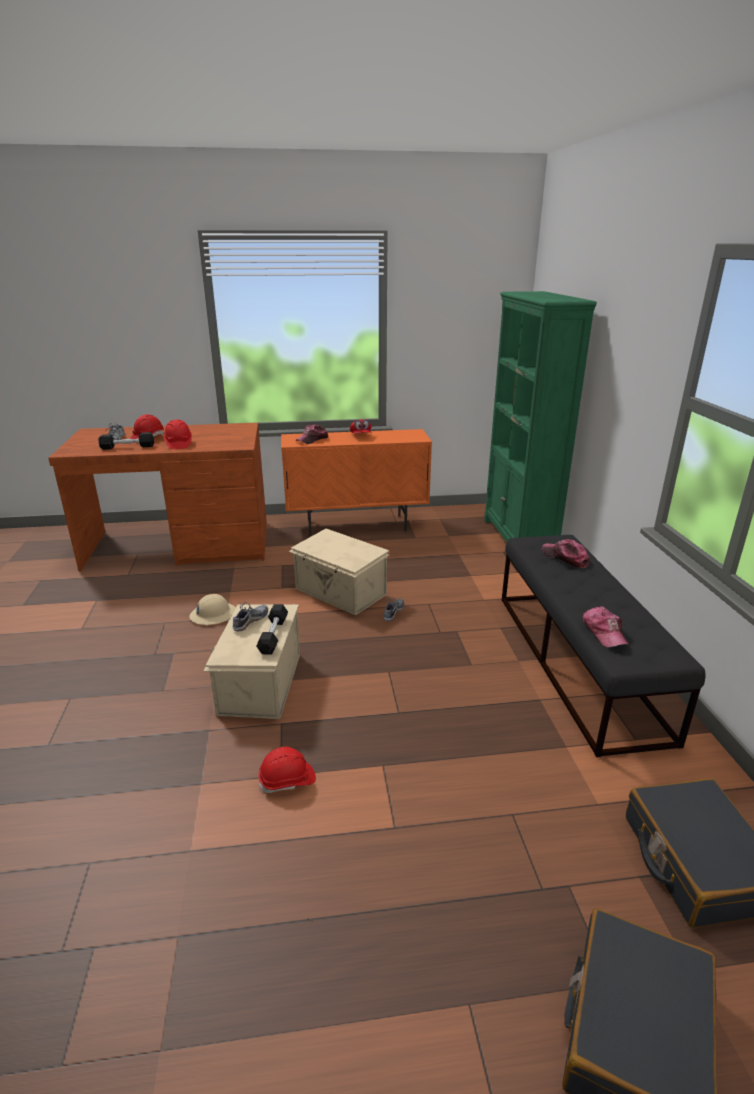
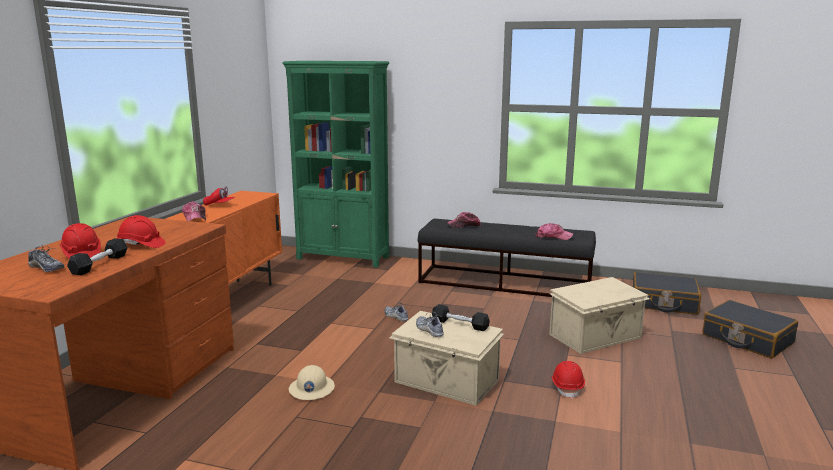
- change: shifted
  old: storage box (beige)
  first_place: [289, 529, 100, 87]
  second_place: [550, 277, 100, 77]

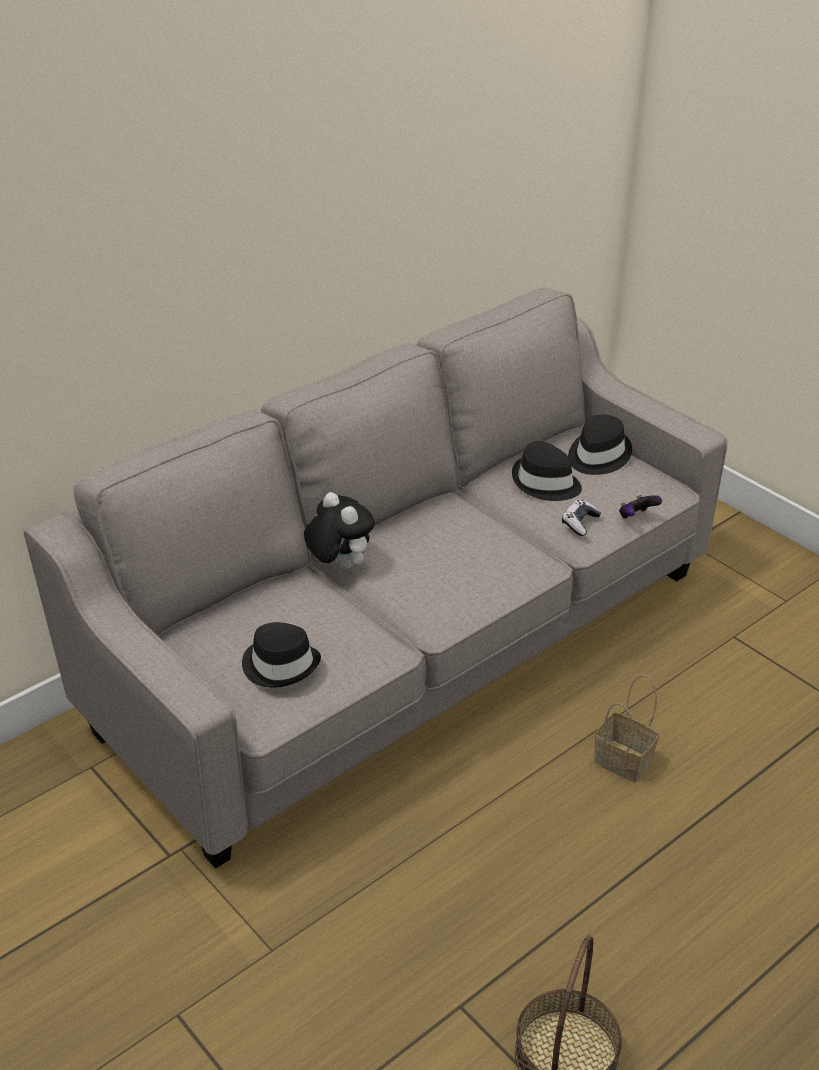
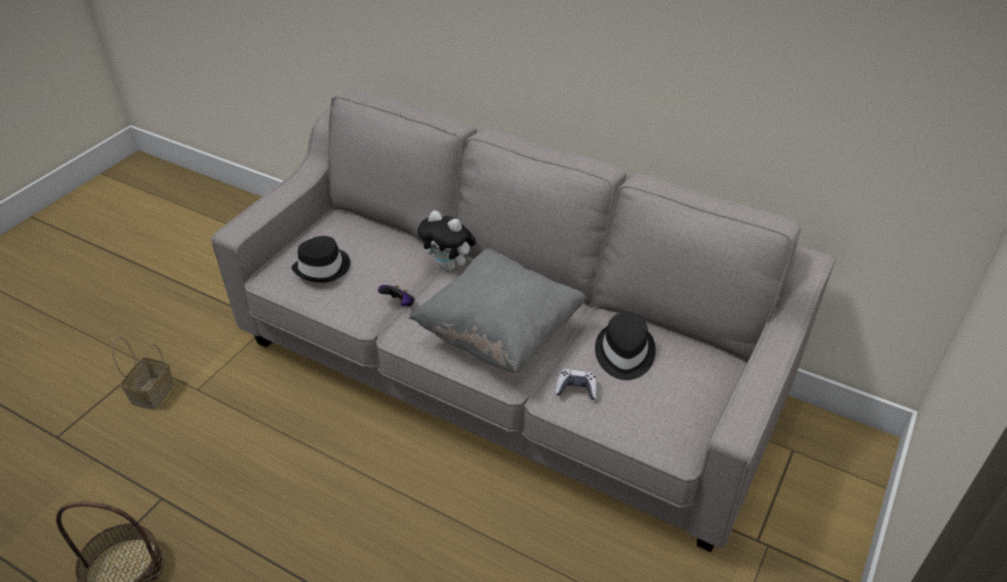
- change: gone
  old: hat (black)
  first_place: [568, 414, 64, 61]
- change: rotated
  old: plush toy
  first_place: [304, 492, 71, 78]
  second_place: [417, 210, 59, 61]
  degrees: 90
- change: shifted
  old: game controller
  first_place: [619, 495, 43, 23]
  second_place: [378, 285, 37, 21]
- change: shifted
  old: basket
  first_place: [594, 675, 65, 107]
  second_place: [112, 336, 62, 74]
- change: new
  new: pillow (grey)
  second_place: [409, 248, 178, 126]

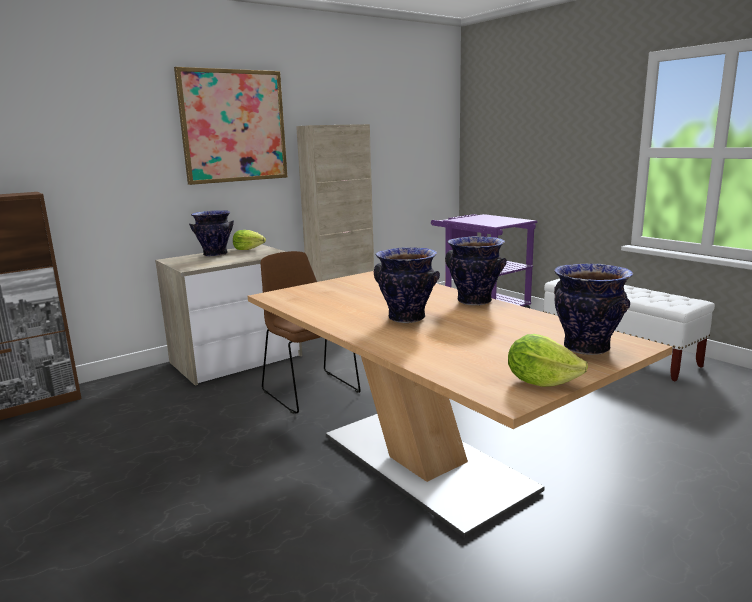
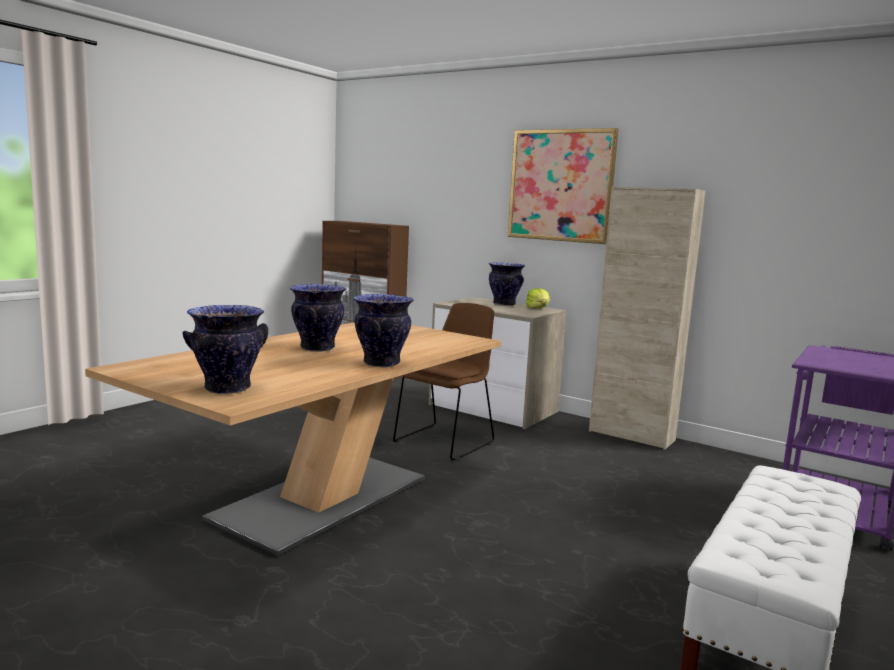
- change: gone
  old: lettuce
  first_place: [508, 334, 80, 53]

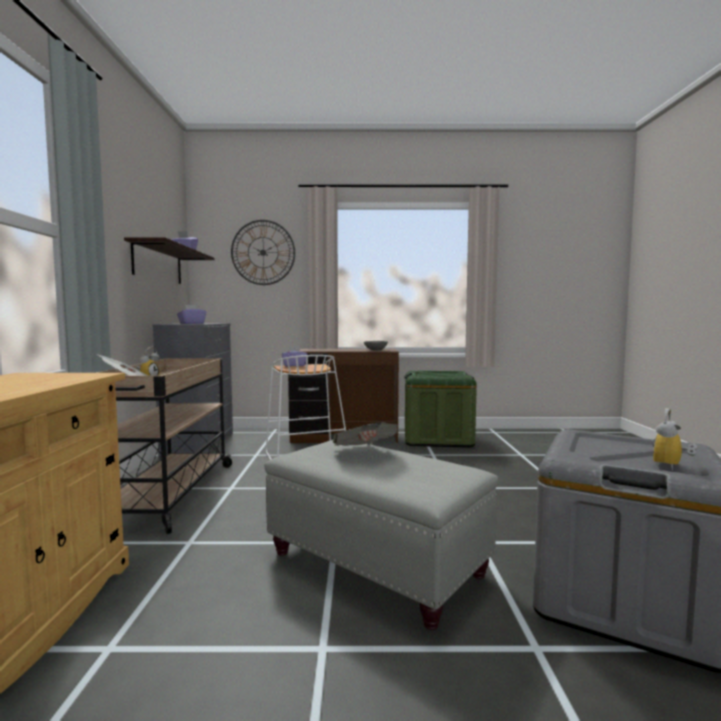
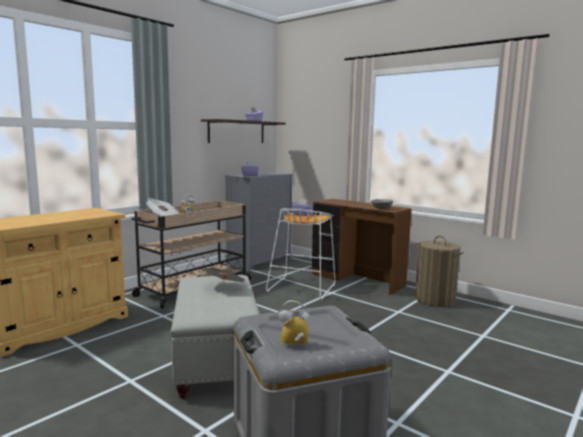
- change: gone
  old: wall clock
  first_place: [231, 220, 64, 65]
- change: swapped
  old: storage box (green)
  new: laundry basket
  first_place: [404, 371, 73, 77]
  second_place: [415, 236, 49, 71]

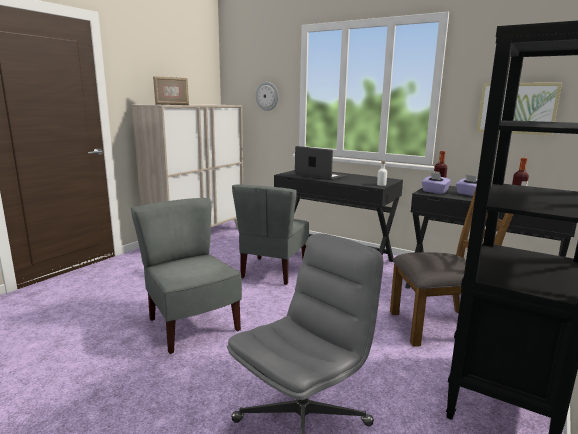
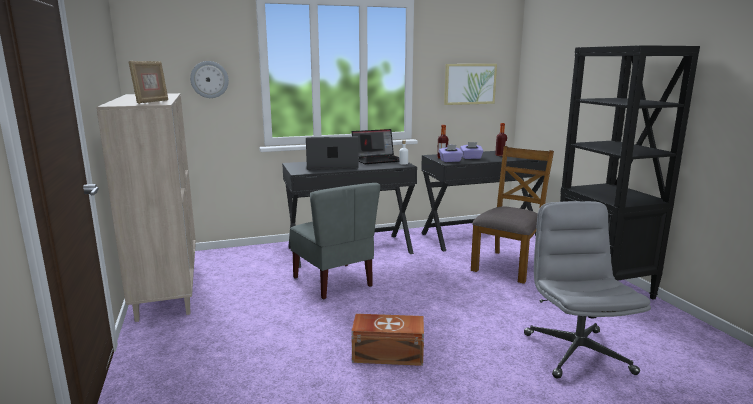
- change: swapped
  old: chair (grey)
  new: storage box (brown)
  first_place: [131, 198, 111, 156]
  second_place: [351, 314, 73, 52]
- change: new
  new: laptop
  second_place: [352, 129, 47, 35]

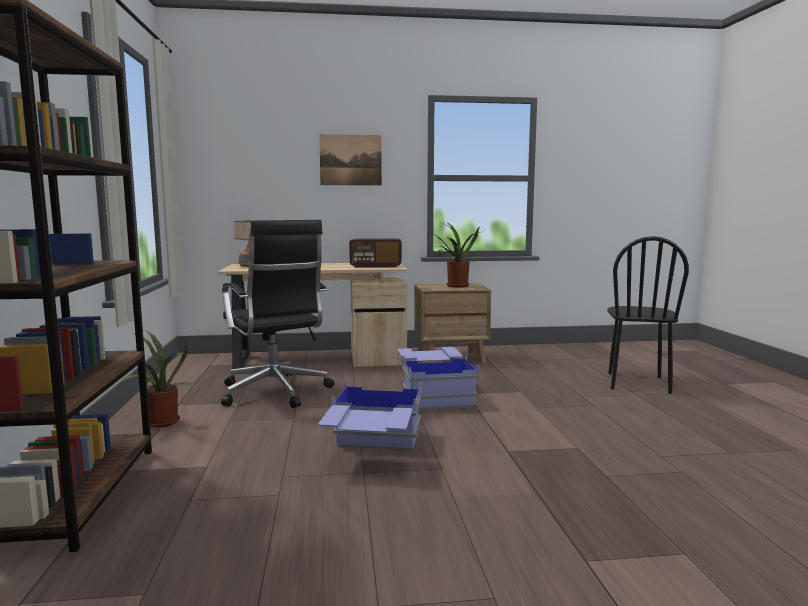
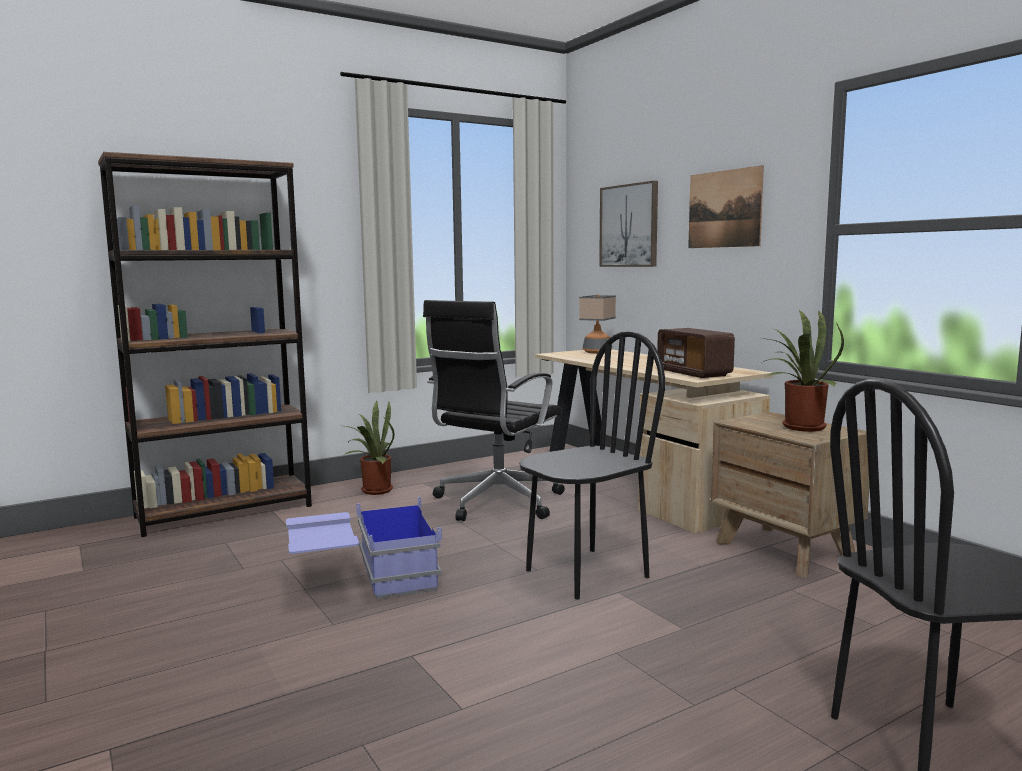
- change: swapped
  old: storage box (blue)
  new: chair (black)
  first_place: [398, 347, 82, 63]
  second_place: [519, 331, 146, 269]
- change: new
  new: picture
  second_place: [599, 181, 59, 86]

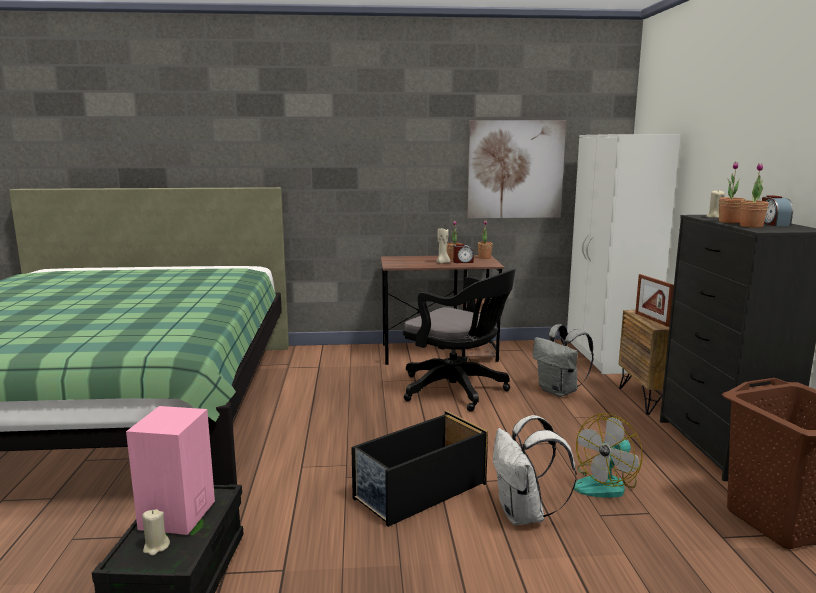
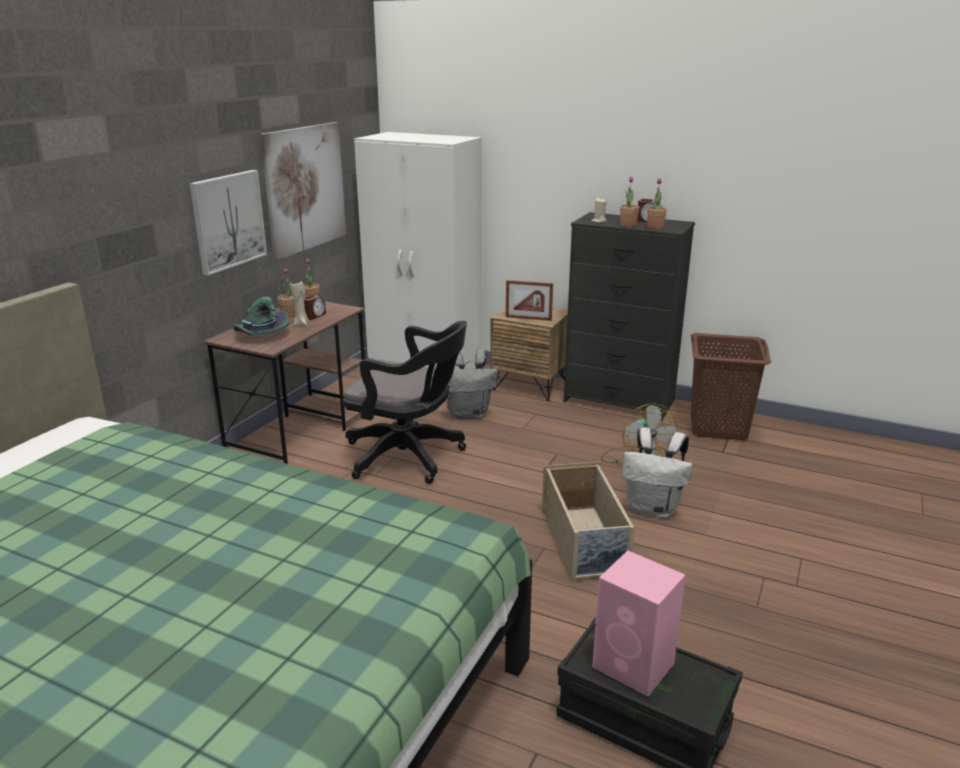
- change: rotated
  old: office chair (black)
  first_place: [403, 269, 113, 143]
  second_place: [343, 321, 124, 163]
  degrees: 45
- change: repainted
  old: storage box (black)
  new: storage box (beige)
  first_place: [351, 411, 137, 116]
  second_place: [542, 462, 92, 119]
- change: gone
  old: candle (beige)
  first_place: [142, 509, 28, 47]
- change: new
  new: picture
  second_place: [190, 170, 77, 106]
- change: new
  new: hat (green)
  second_place: [233, 297, 56, 39]

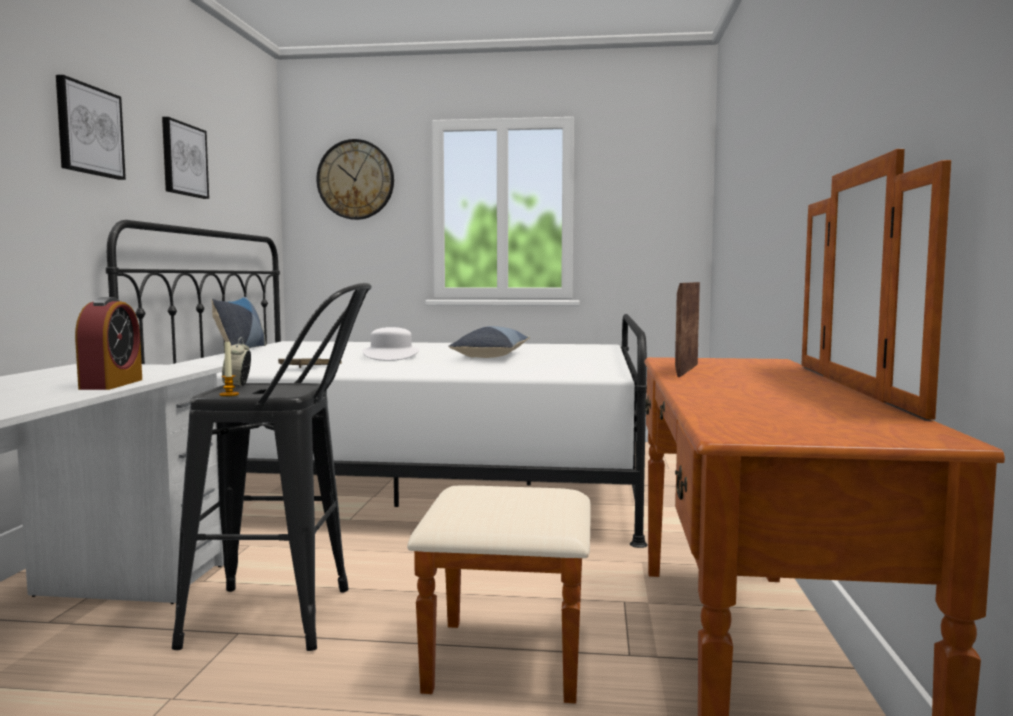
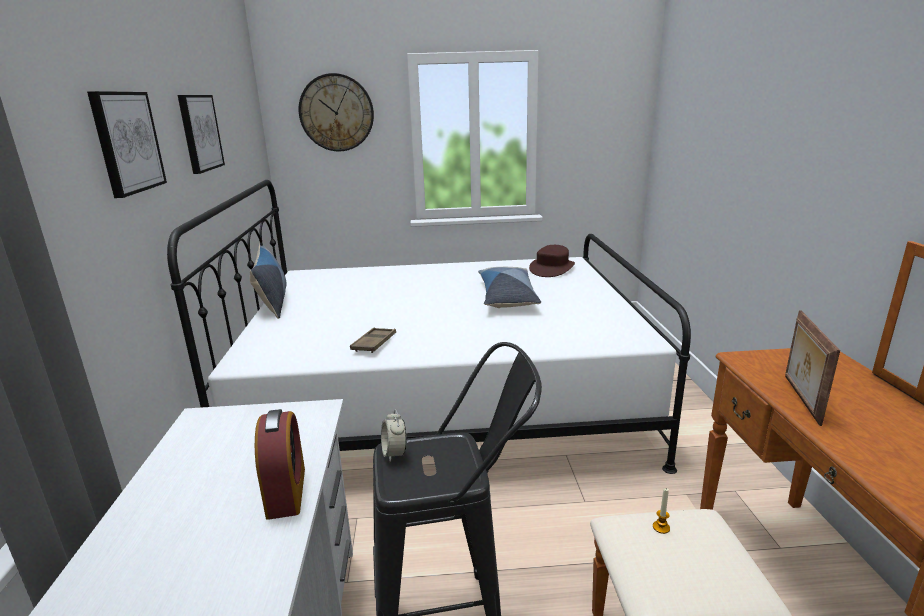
- change: gone
  old: hat (white)
  first_place: [363, 327, 56, 34]
- change: shifted
  old: candle
  first_place: [220, 342, 19, 54]
  second_place: [653, 488, 17, 46]
- change: new
  new: hat (brown)
  second_place: [529, 245, 46, 32]

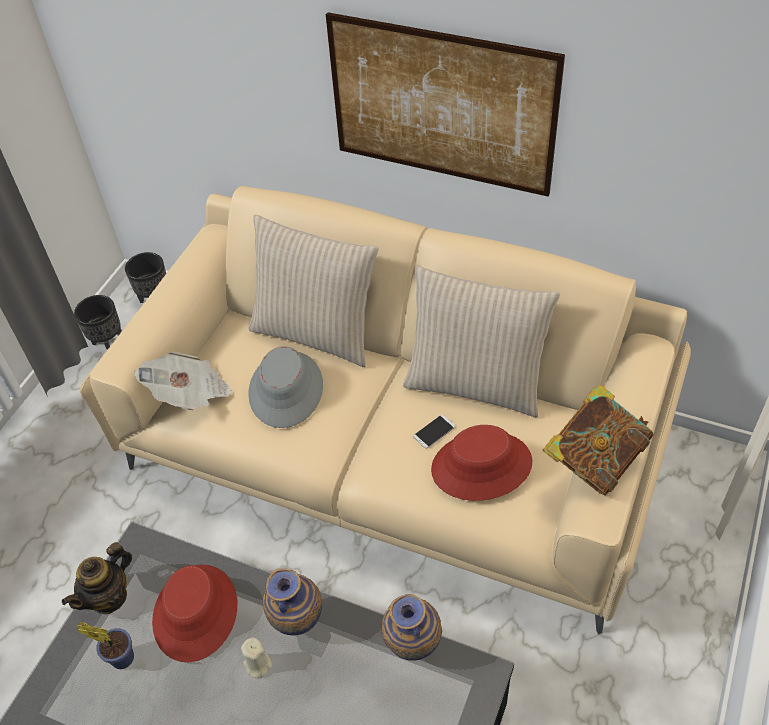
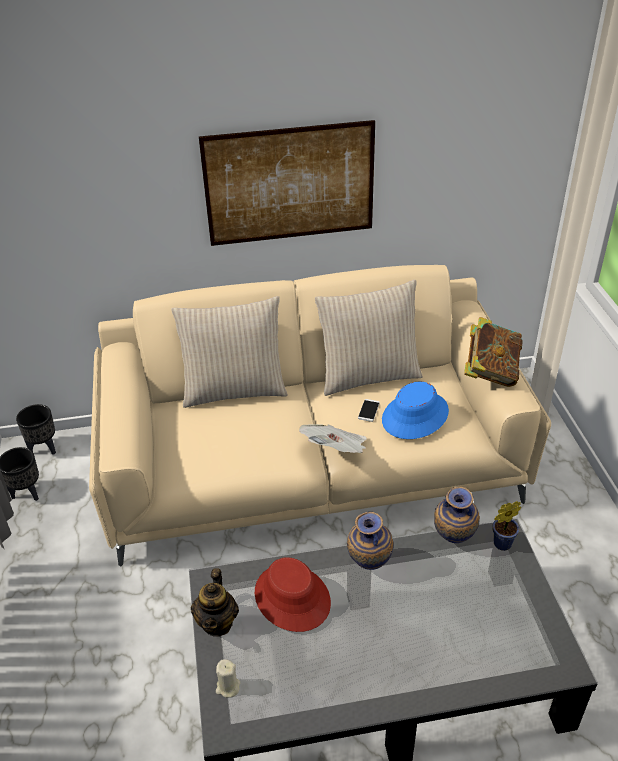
- change: gone
  old: hat (grey)
  first_place: [248, 346, 75, 82]
- change: shifted
  old: newspaper
  first_place: [134, 351, 98, 59]
  second_place: [299, 424, 68, 29]
- change: repainted
  old: hat (red)
  new: hat (blue)
  first_place: [431, 425, 101, 76]
  second_place: [382, 381, 67, 58]
- change: shifted
  old: potted plant
  first_place: [76, 622, 58, 47]
  second_place: [493, 501, 28, 50]
- change: shifted
  old: candle (beige)
  first_place: [241, 637, 31, 41]
  second_place: [216, 659, 24, 39]

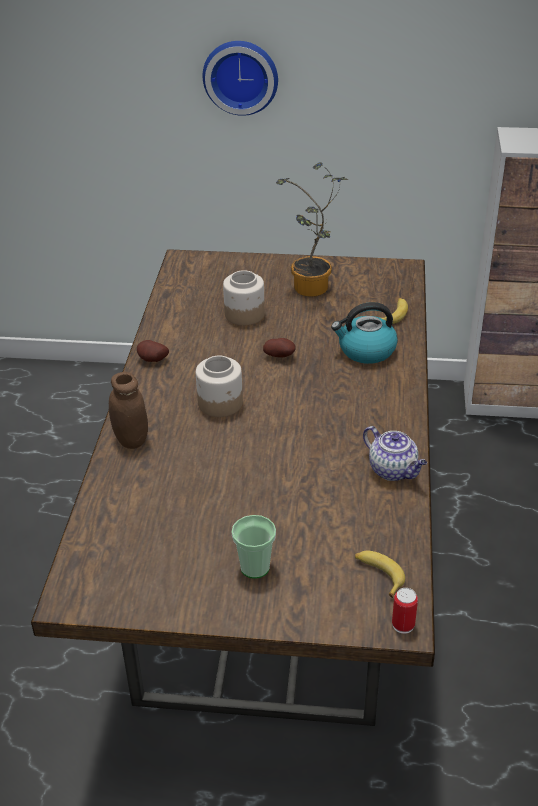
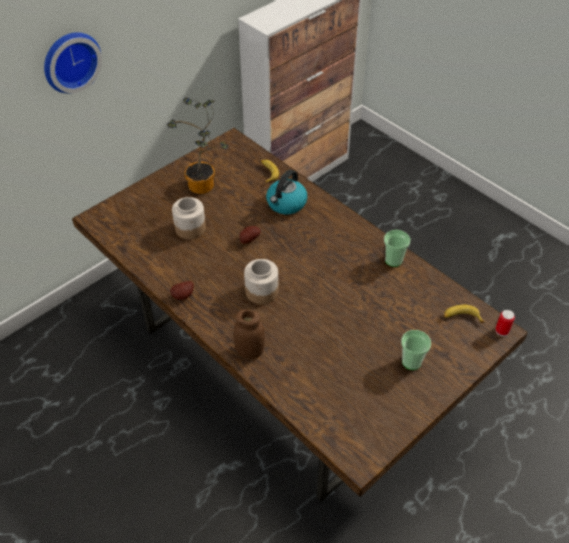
- change: swapped
  old: teapot
  new: cup
  first_place: [363, 426, 64, 55]
  second_place: [384, 230, 26, 37]

